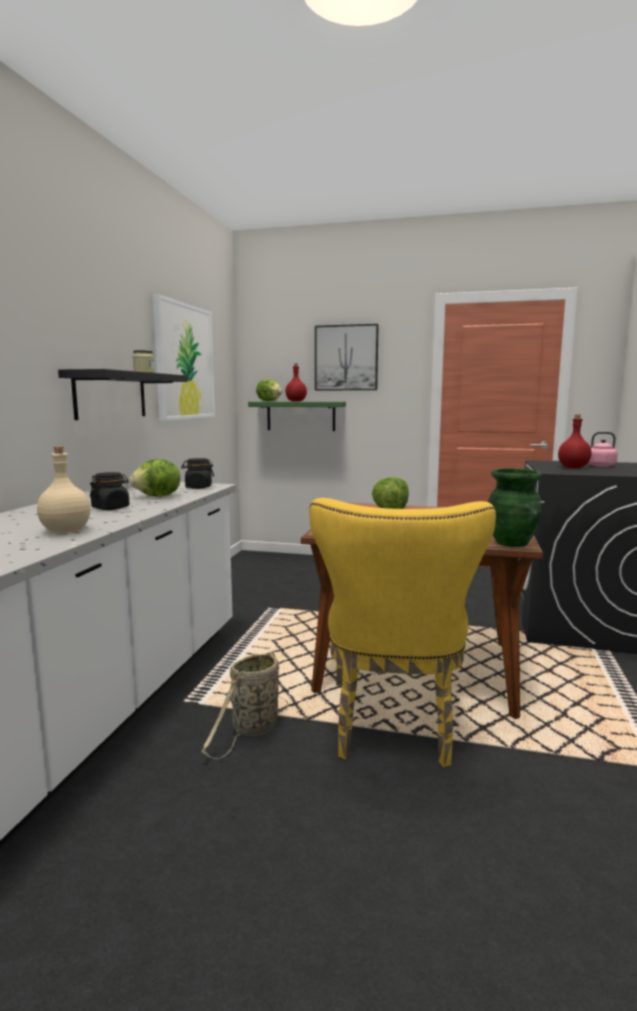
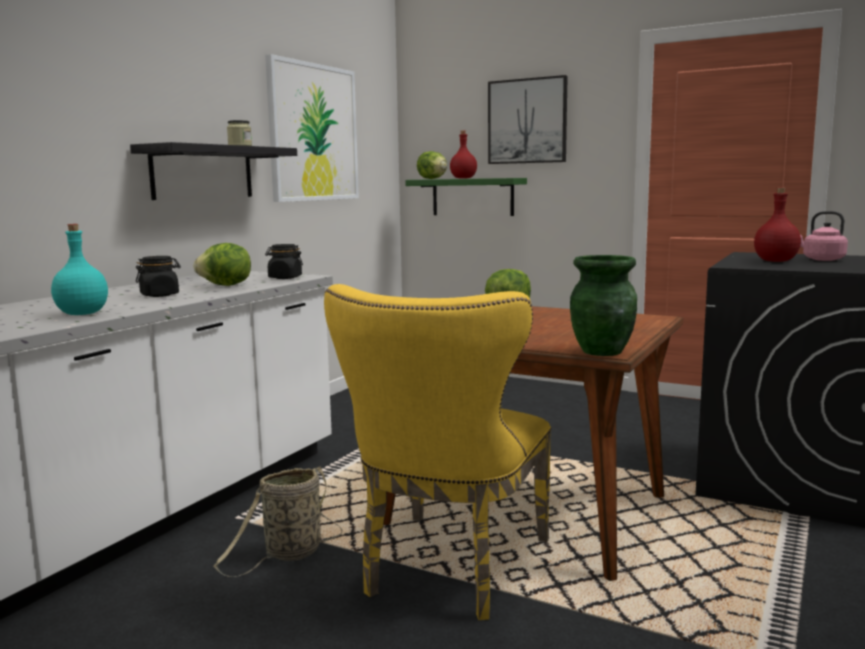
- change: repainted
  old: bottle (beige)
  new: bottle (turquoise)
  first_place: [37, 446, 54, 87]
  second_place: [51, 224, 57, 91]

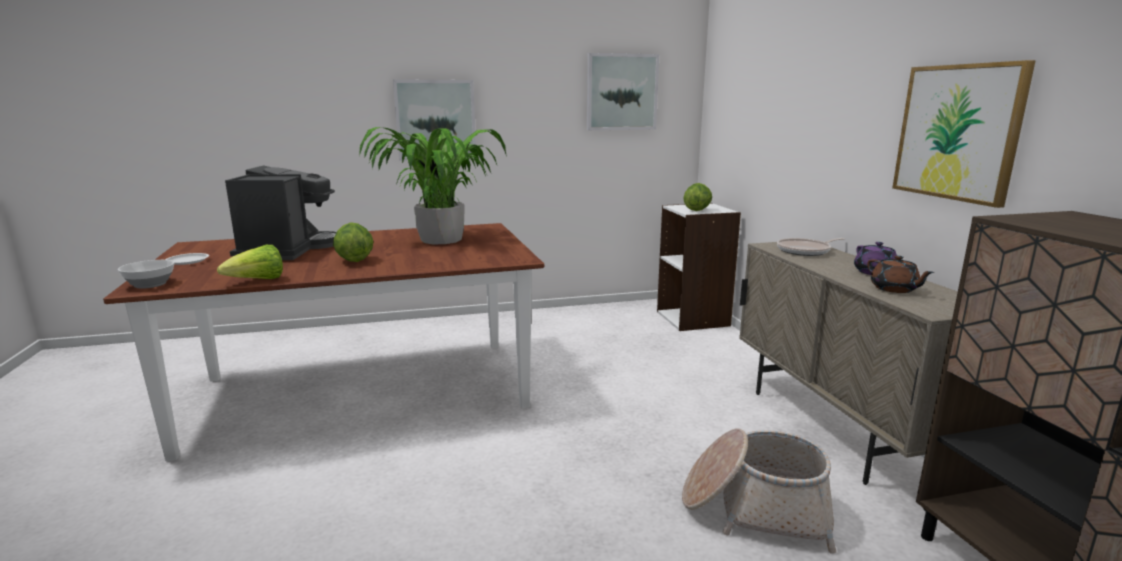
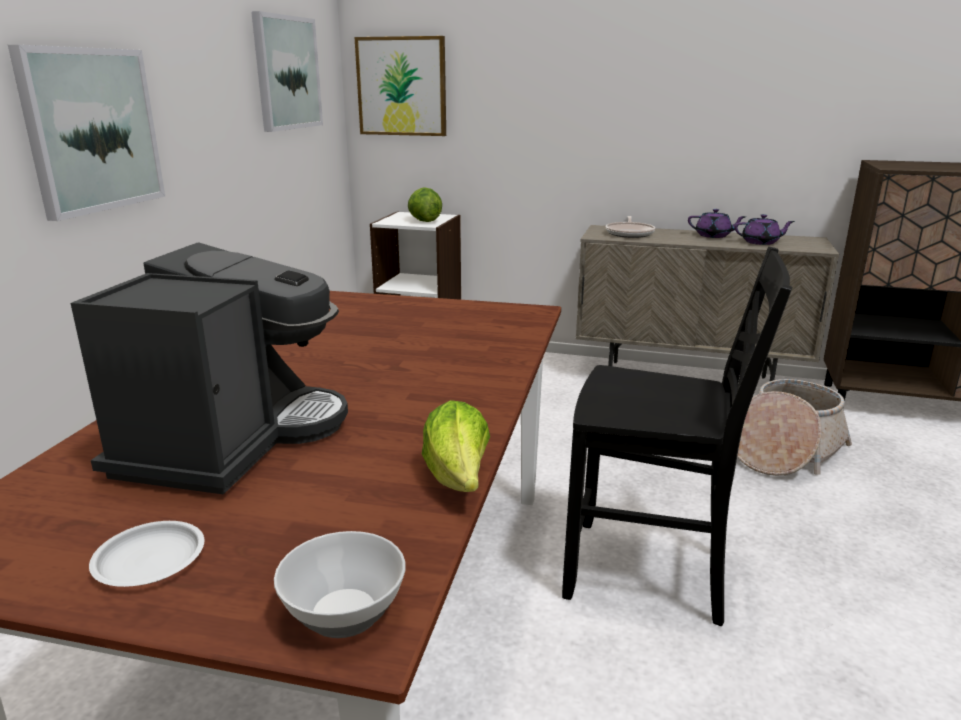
- change: shifted
  old: picture
  first_place: [892, 60, 144, 148]
  second_place: [354, 36, 92, 100]
- change: gone
  old: potted plant
  first_place: [359, 127, 148, 118]
- change: rotated
  old: coffee machine
  first_place: [225, 165, 112, 95]
  second_place: [71, 242, 277, 253]
  degrees: 75
- change: gone
  old: lettuce
  first_place: [333, 222, 40, 40]
- change: repainted
  old: teapot (brown)
  new: teapot (purple)
  first_place: [867, 255, 67, 38]
  second_place: [735, 214, 60, 31]
- change: new
  new: chair (black)
  second_place: [562, 247, 230, 379]

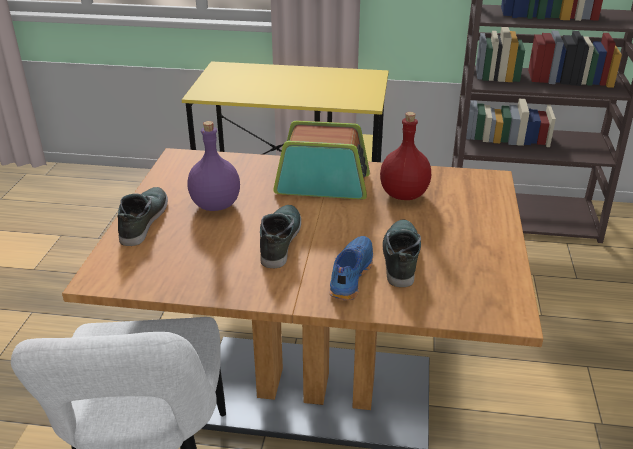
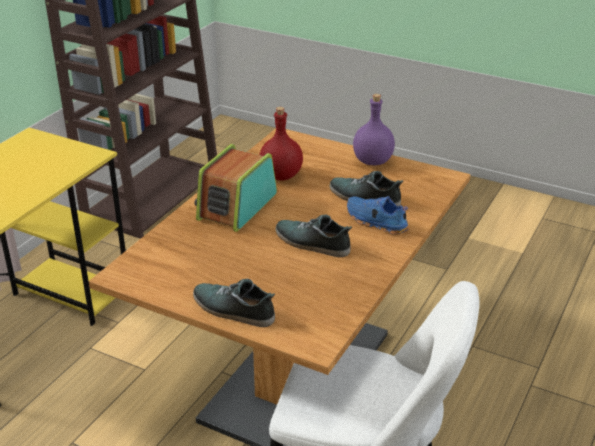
- change: shifted
  old: bottle (purple)
  first_place: [187, 121, 53, 90]
  second_place: [353, 94, 42, 71]

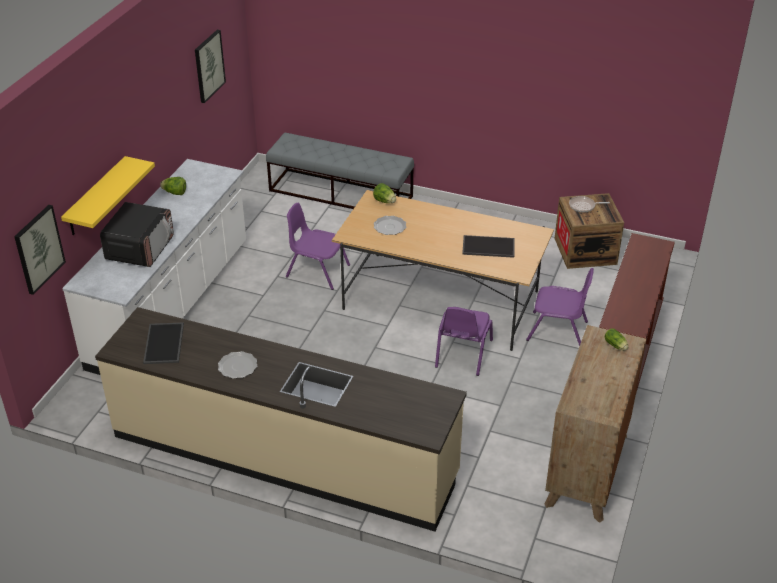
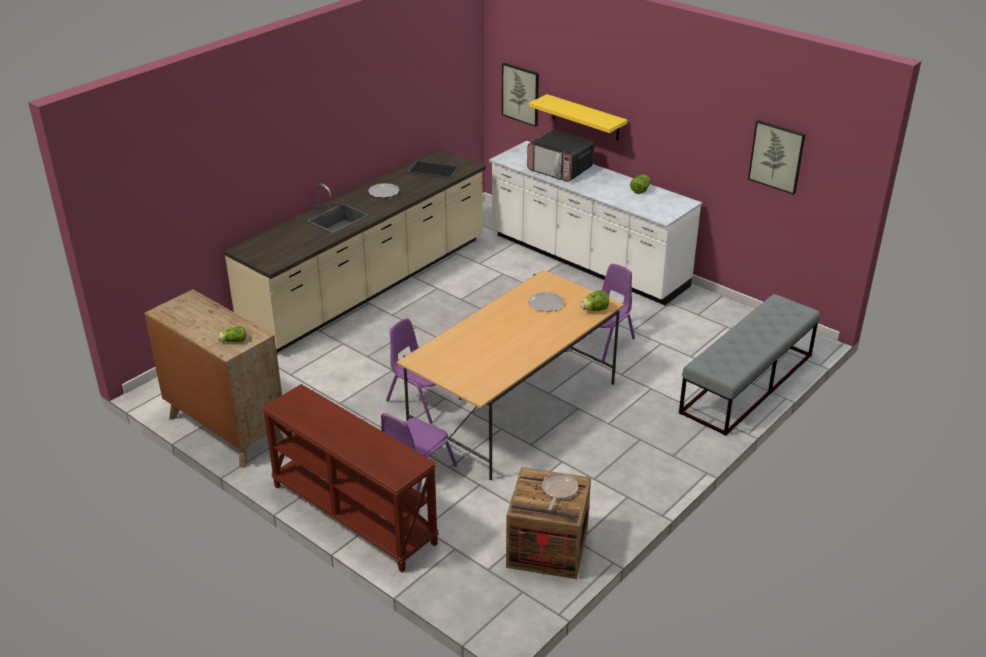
- change: gone
  old: tray
  first_place: [462, 235, 53, 23]

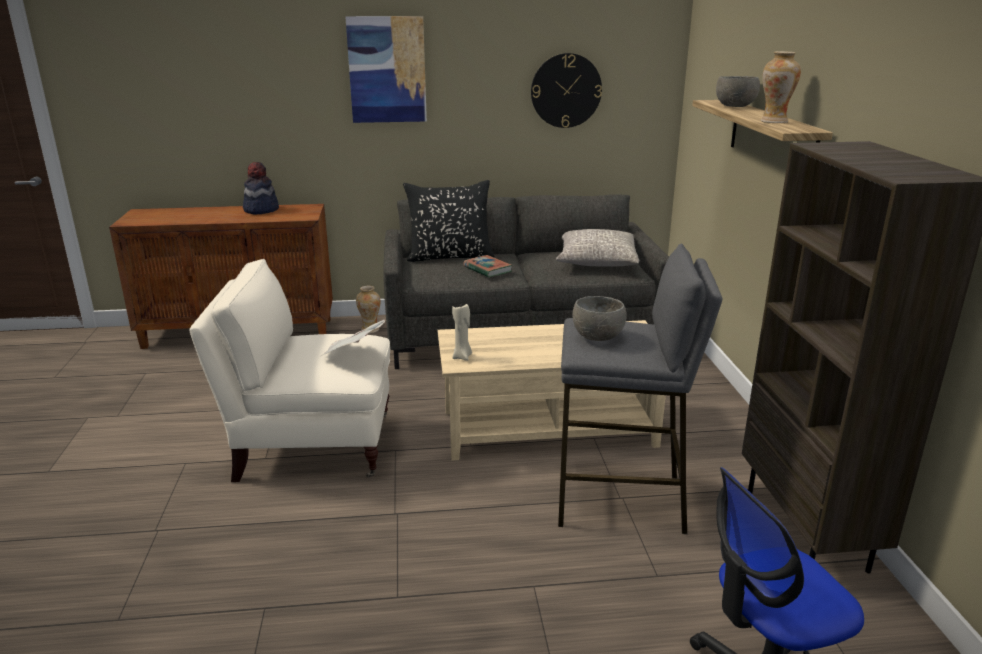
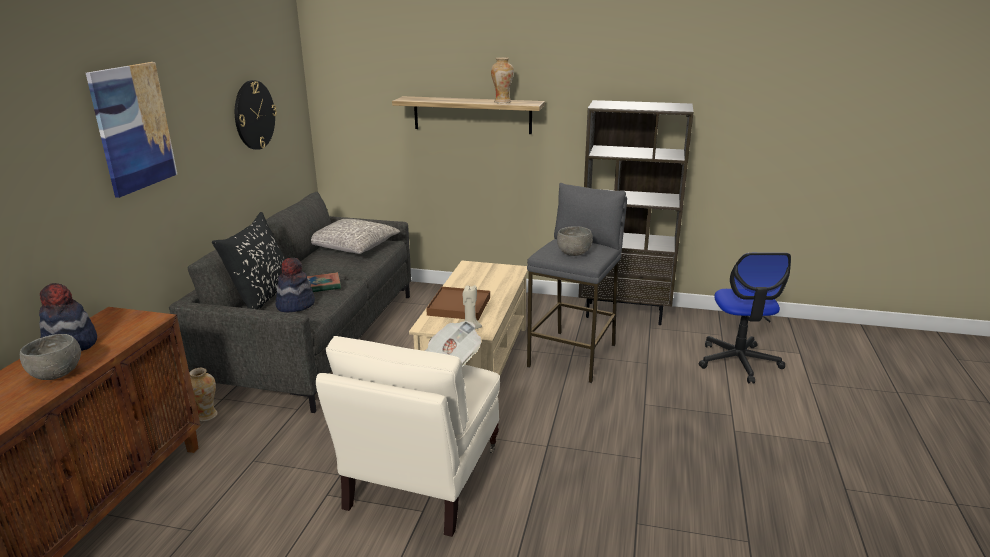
- change: shifted
  old: bowl (grey)
  first_place: [716, 76, 44, 31]
  second_place: [20, 334, 61, 46]
- change: new
  new: hat
  second_place: [275, 258, 40, 54]
- change: new
  new: tray (brown)
  second_place: [426, 287, 64, 33]

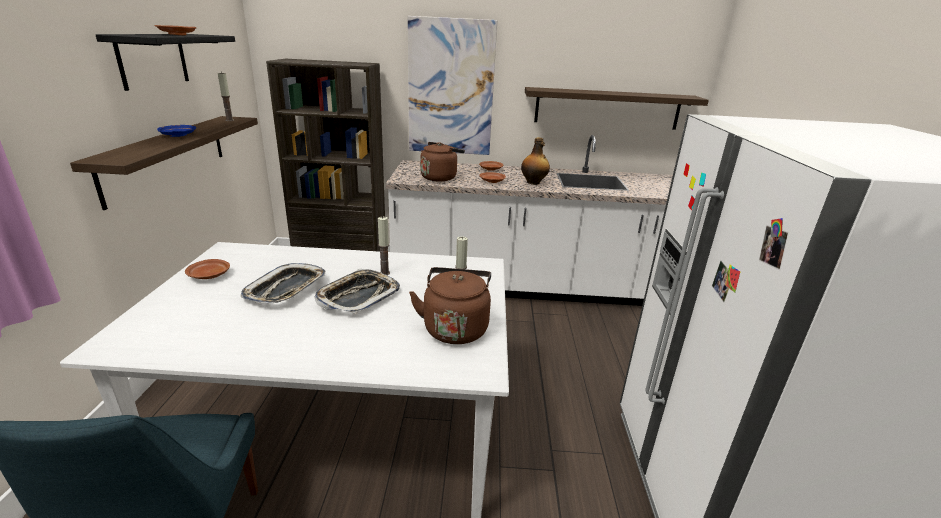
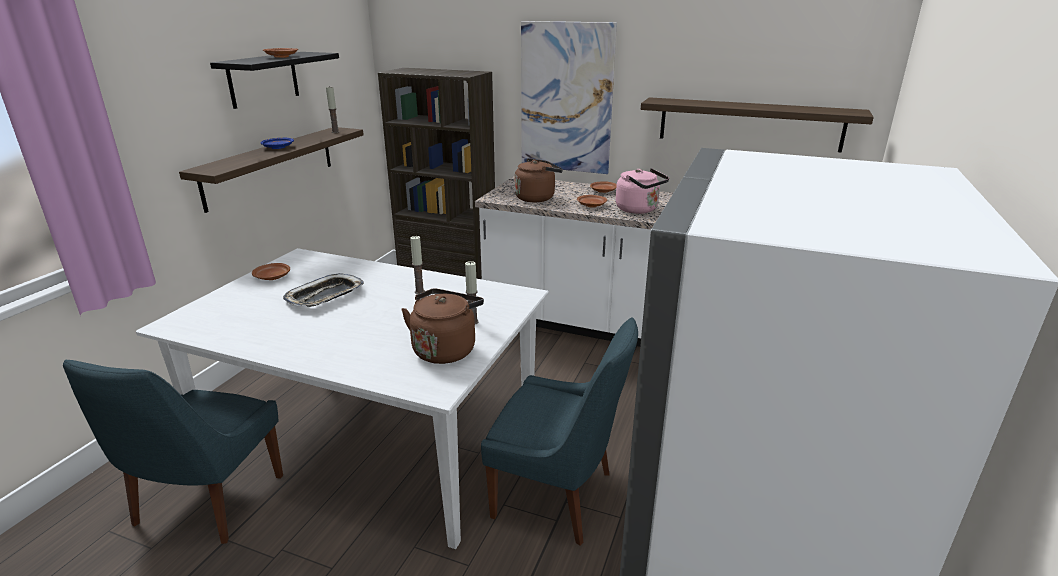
- change: swapped
  old: bottle
  new: kettle (pink)
  first_place: [521, 137, 29, 48]
  second_place: [616, 168, 53, 46]
- change: gone
  old: tray
  first_place: [314, 269, 86, 45]
- change: new
  new: chair (blue)
  second_place: [481, 317, 157, 229]

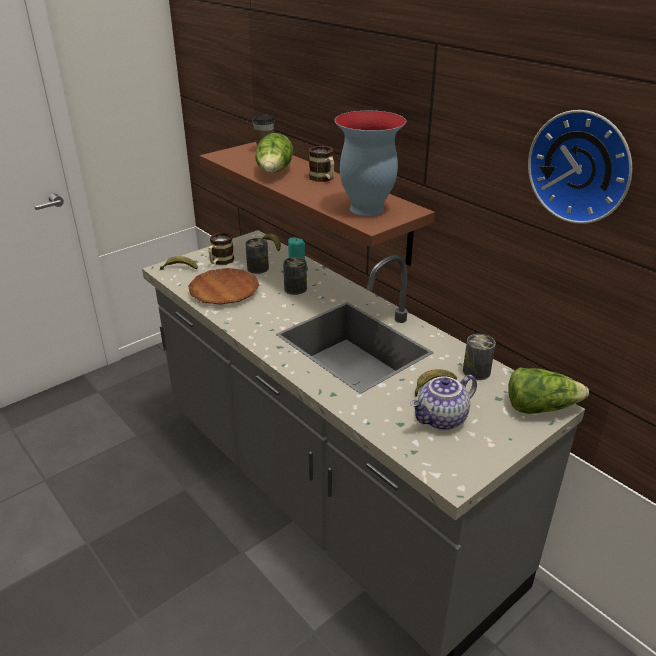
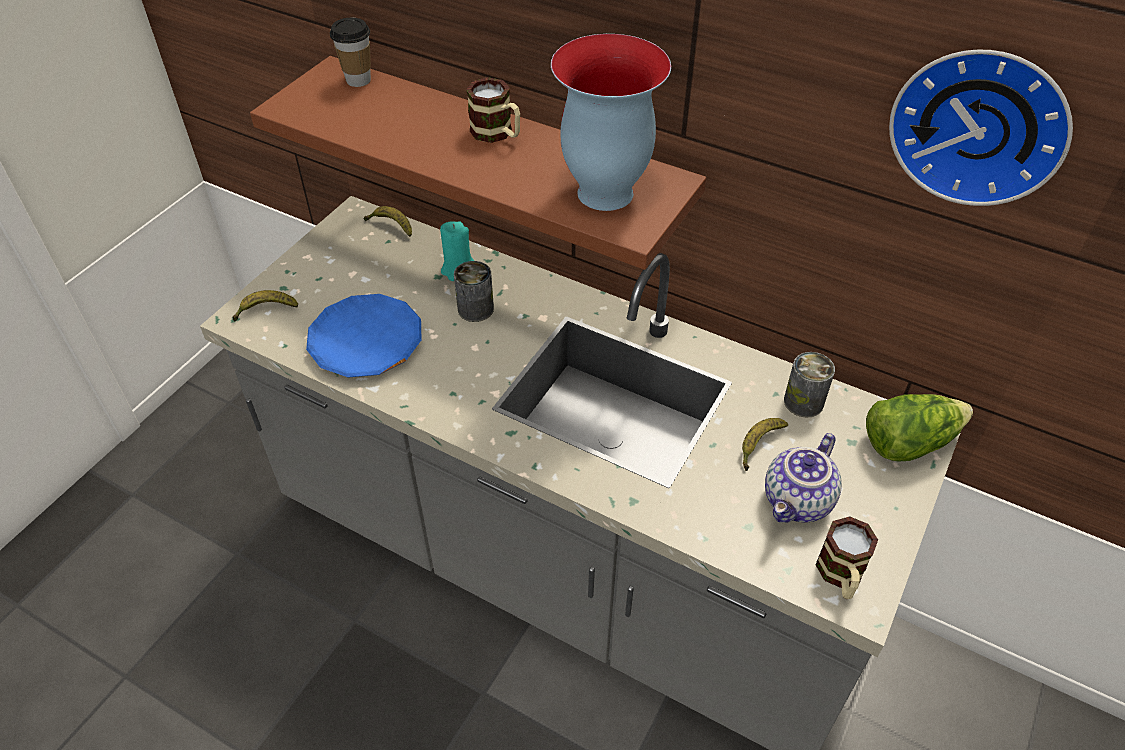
- change: gone
  old: lettuce
  first_place: [255, 133, 38, 40]
- change: shifted
  old: mug
  first_place: [208, 233, 26, 32]
  second_place: [816, 516, 62, 83]
- change: gone
  old: can
  first_place: [245, 238, 24, 36]
- change: repainted
  old: plate (brown)
  new: plate (blue)
  first_place: [188, 268, 71, 37]
  second_place: [306, 294, 116, 84]

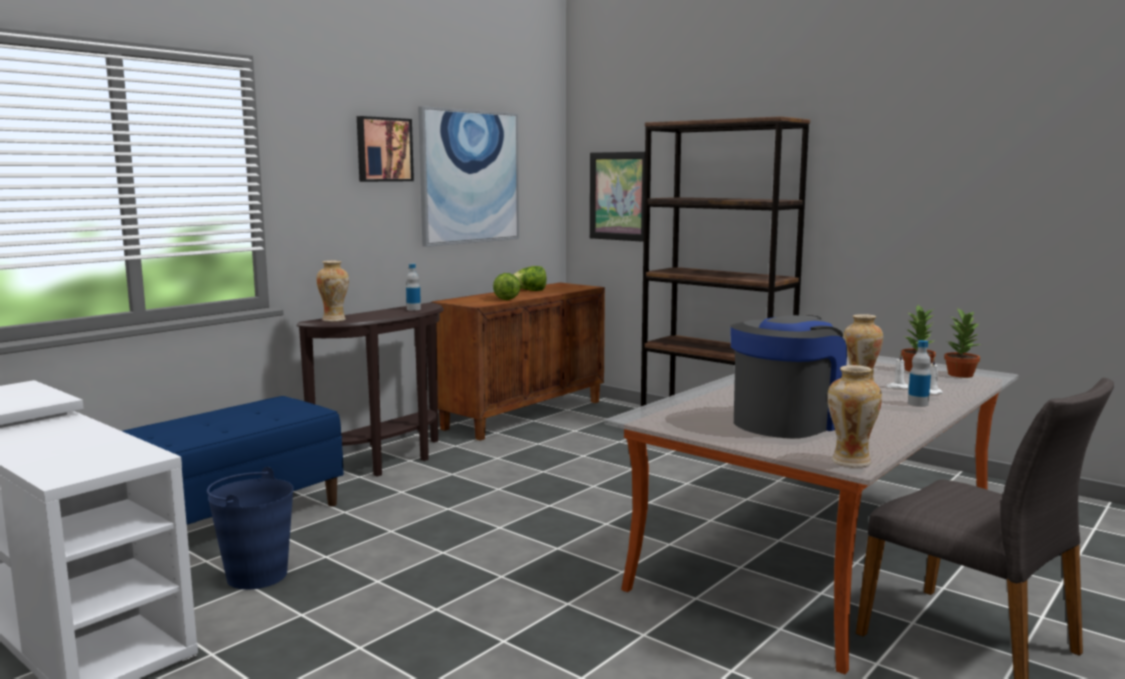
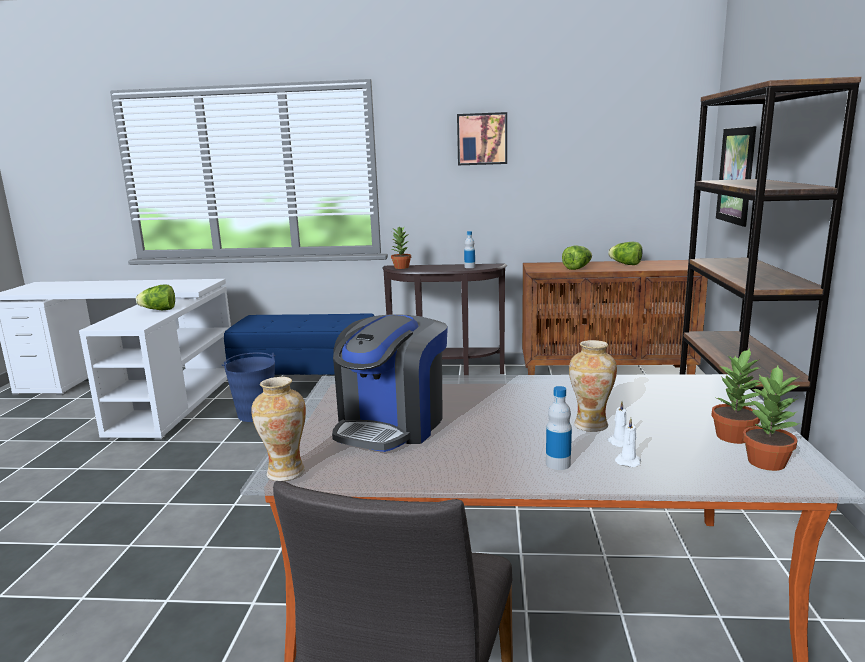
- change: gone
  old: picture
  first_place: [418, 106, 101, 141]
- change: swapped
  old: vase
  new: potted plant
  first_place: [316, 260, 33, 62]
  second_place: [391, 227, 20, 42]
- change: rotated
  old: coffee machine
  first_place: [730, 315, 117, 123]
  second_place: [332, 315, 116, 137]
  degrees: 105
- change: new
  new: lettuce
  second_place: [136, 284, 39, 26]

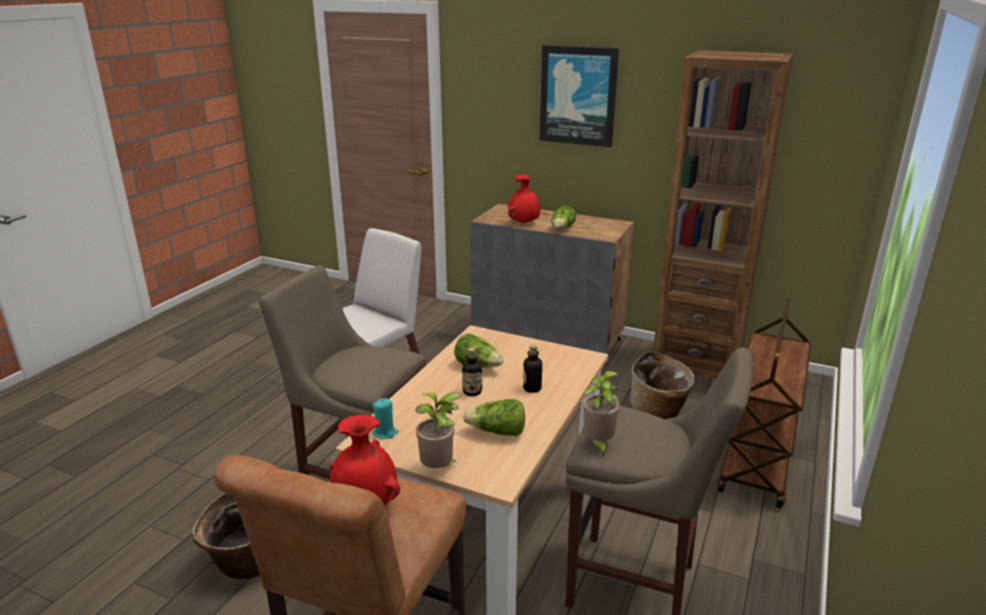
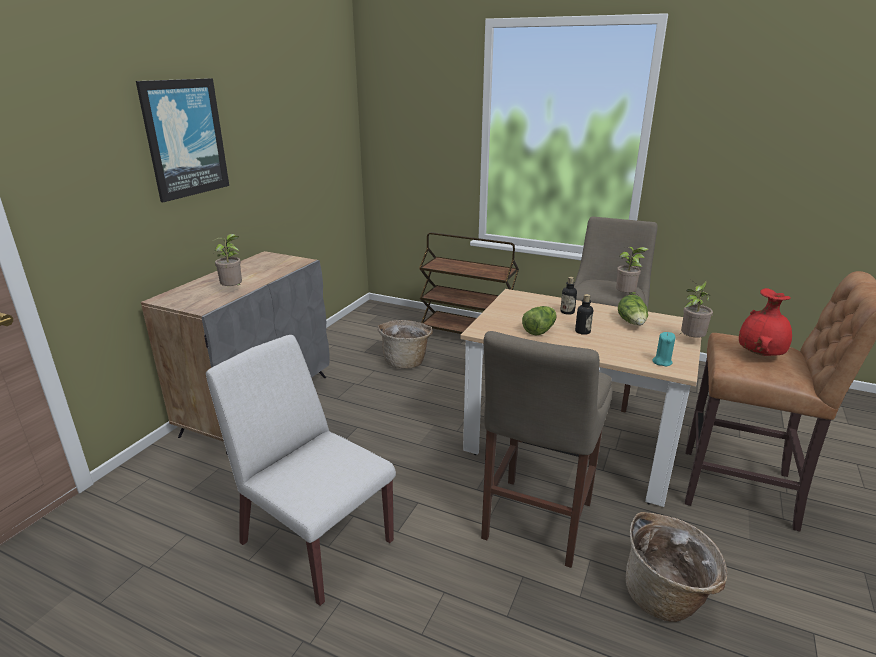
- change: gone
  old: bookcase (brown)
  first_place: [653, 50, 141, 329]
- change: swapped
  old: vase (red)
  new: potted plant
  first_place: [508, 174, 32, 49]
  second_place: [213, 234, 29, 52]
- change: gone
  old: lettuce
  first_place: [551, 206, 25, 23]

